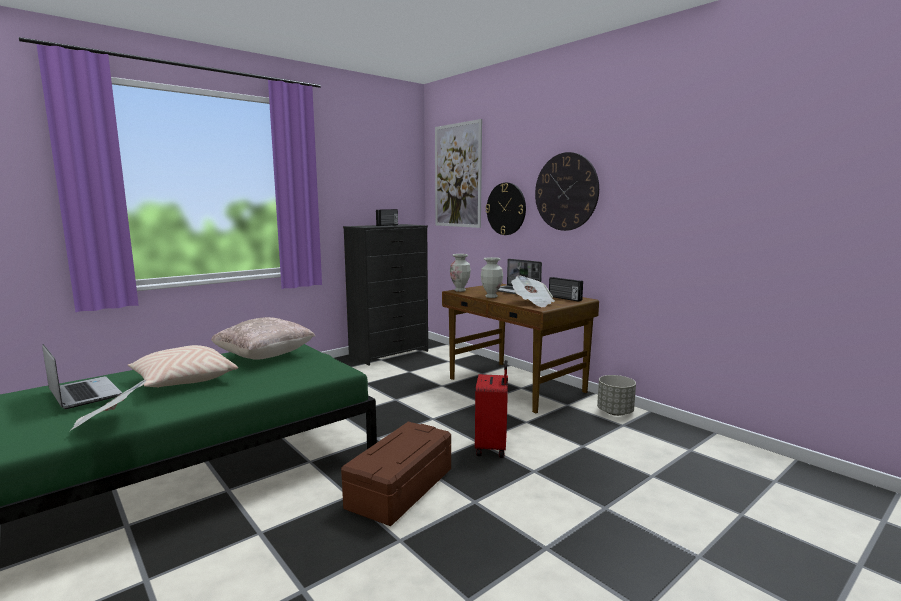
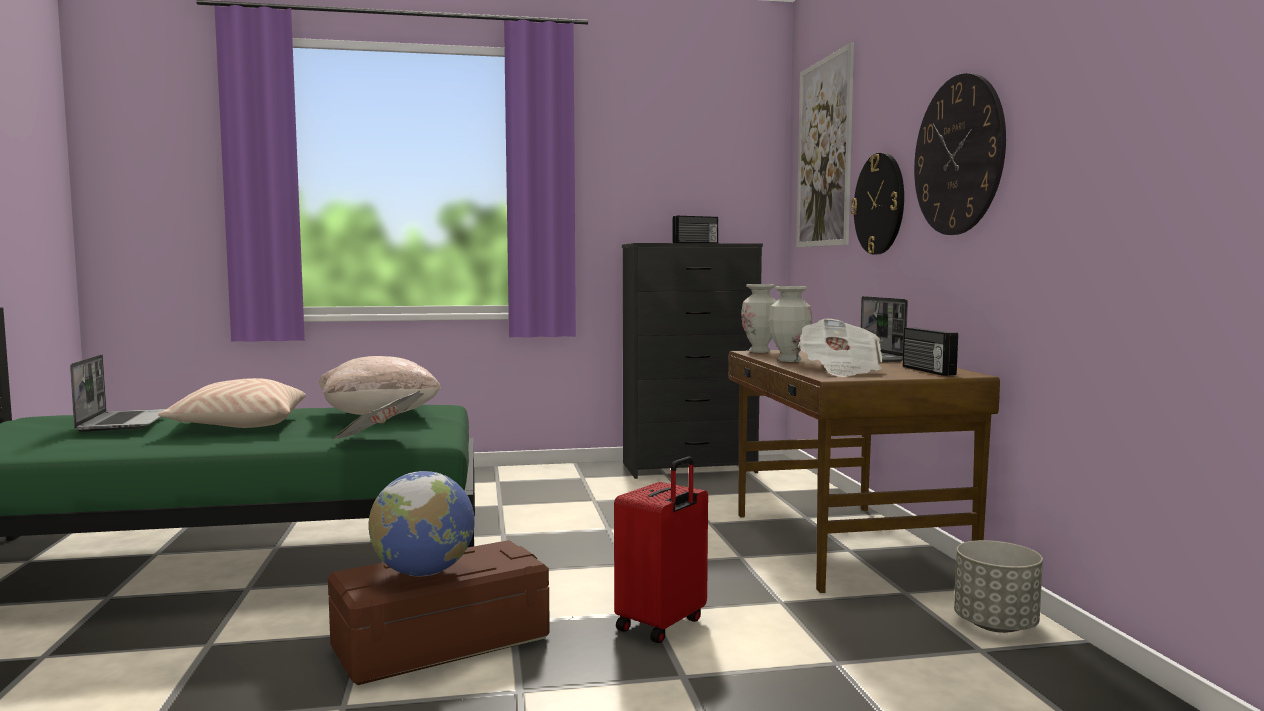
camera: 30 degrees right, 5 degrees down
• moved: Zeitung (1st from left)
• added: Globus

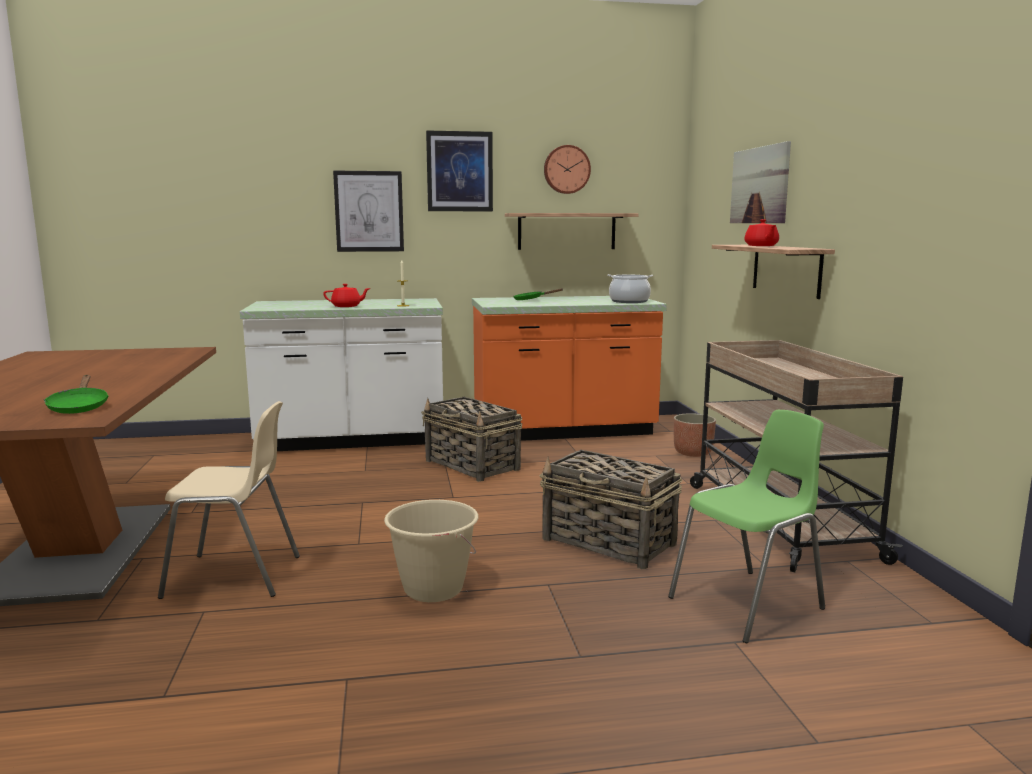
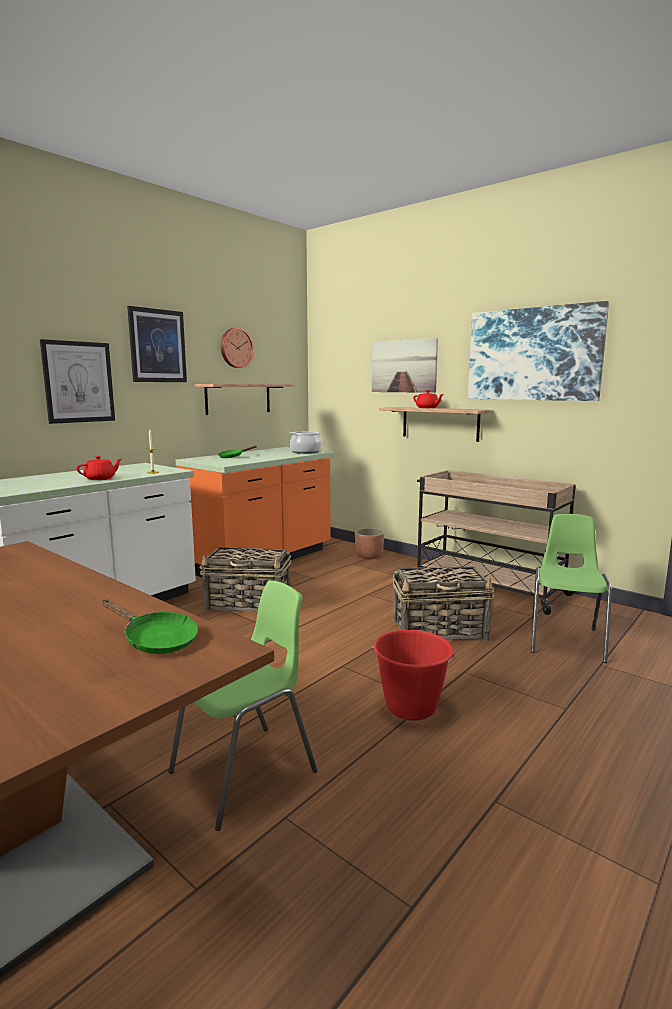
camera: 40 degrees left, 0 degrees up
• recoloured: Stuhl/beige to Stuhl/grün (1st from left)
• recoloured: Eimer/beige to Eimer/rot
• added: Bild (4th from left)

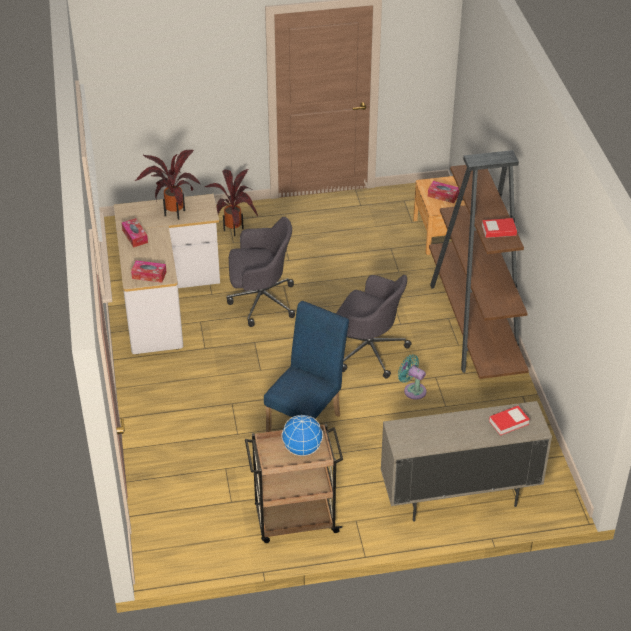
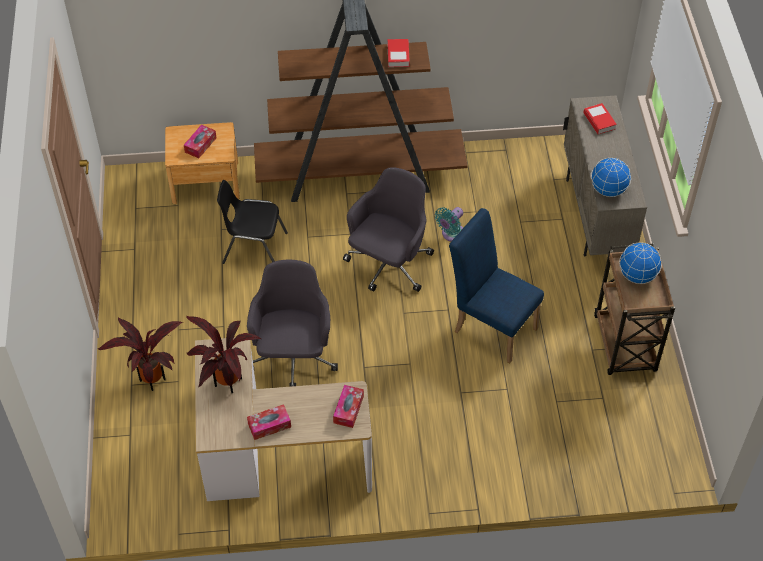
camera: 85 degrees left, 10 degrees up
• added: Stuhl/schwarz
• added: Globus (1st from left)

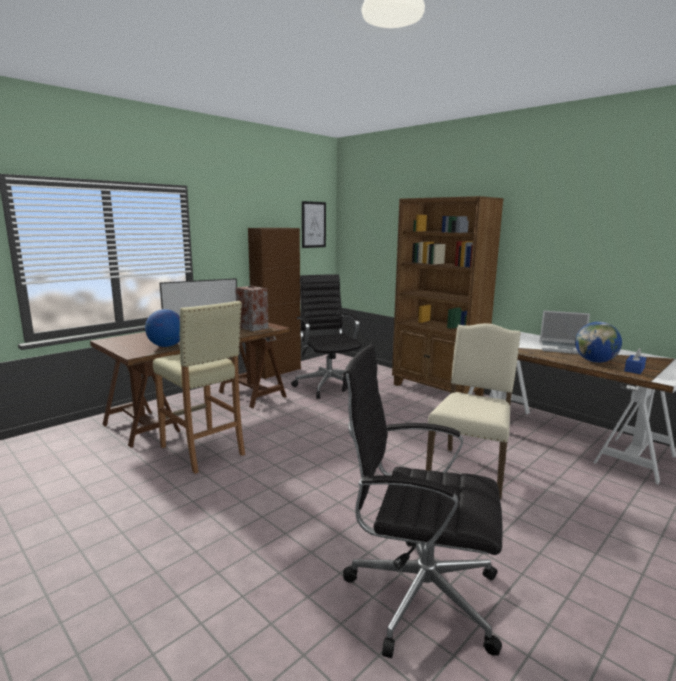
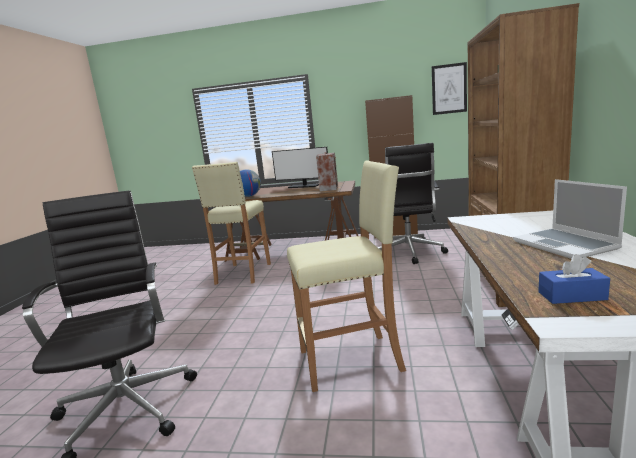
camera: 55 degrees right, 0 degrees up
• replaced: Stuhl/beige to Hocker/beige (2nd from left)
• turned: Bürostuhl/schwarz (1st from left in the first image) 150 degrees clockwise
• removed: Globus (2nd from left)

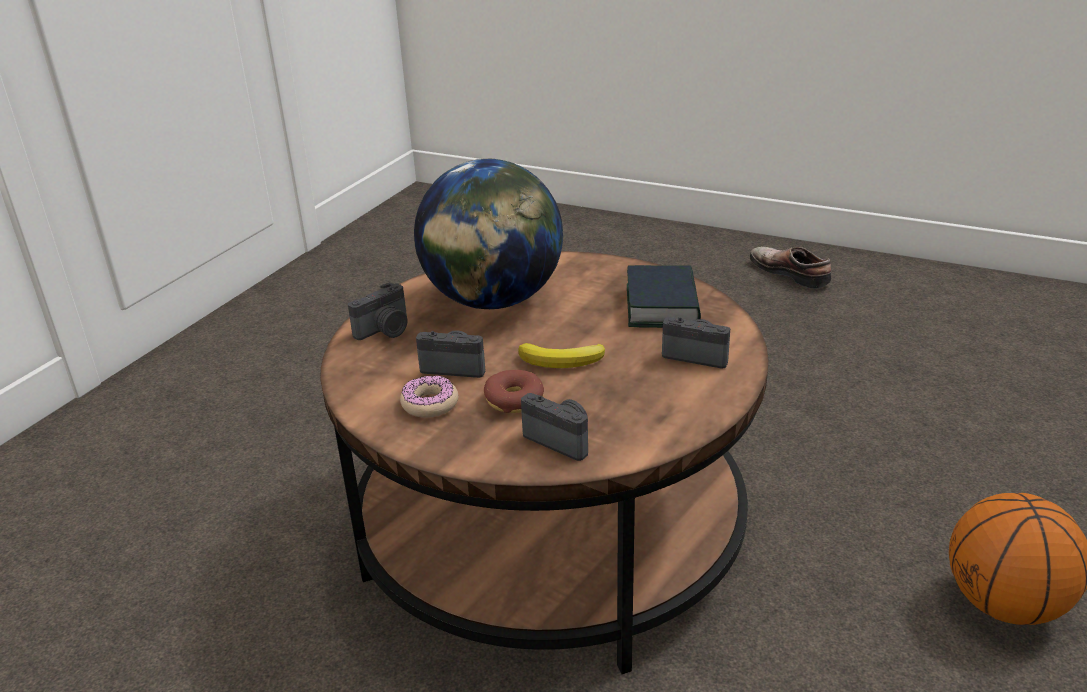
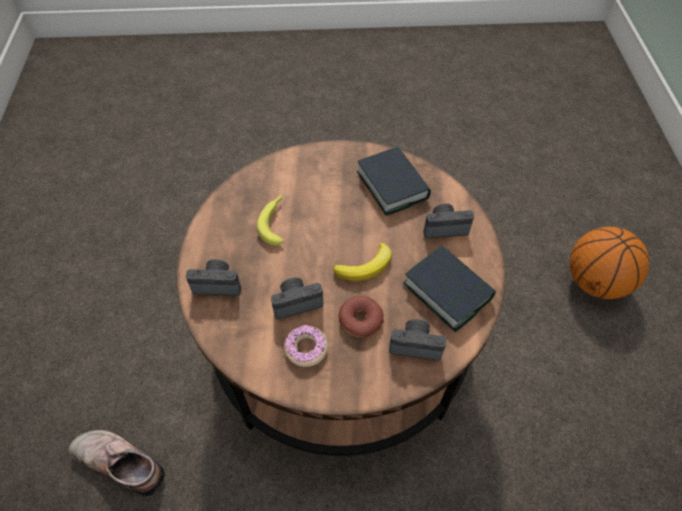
camera: 30 degrees left, 25 degrees up
• moved: Schuh
• turned: Kamera (1st from left) 105 degrees counterclockwise
• replaced: Globus to Banane (1st from left)
• added: Buch (2nd from left)

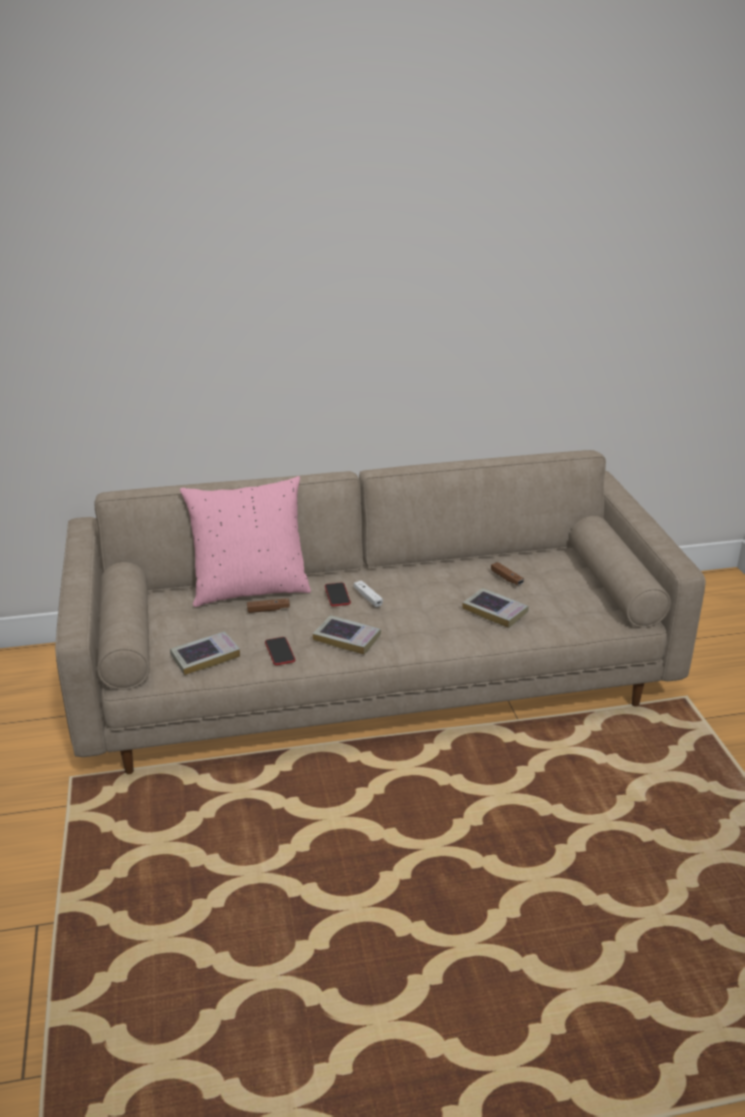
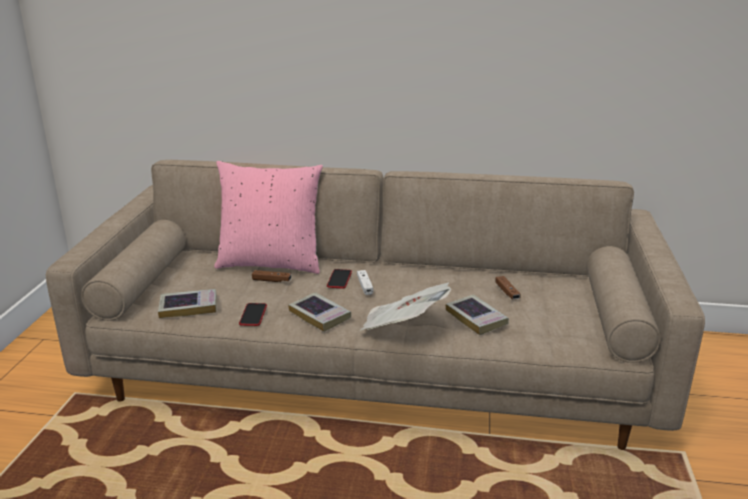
camera: 20 degrees right, 5 degrees down
• added: Zeitung

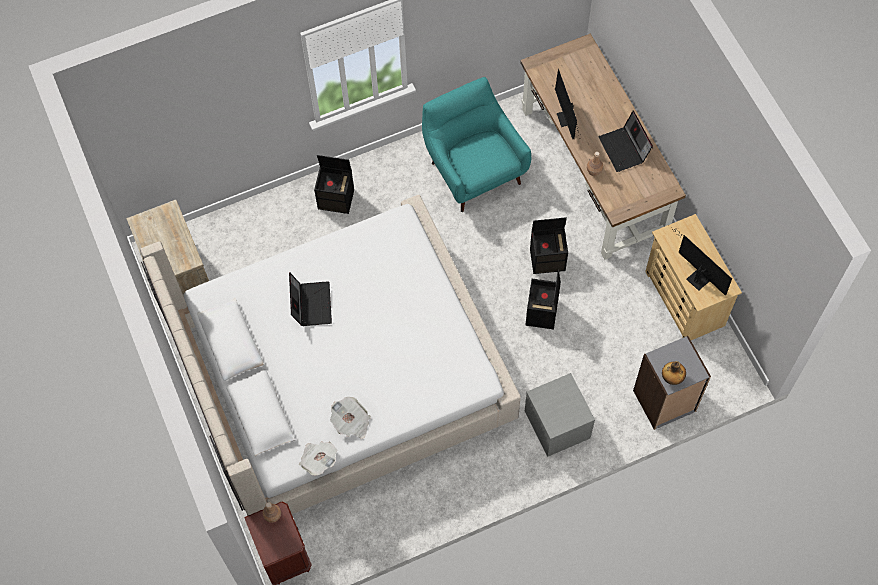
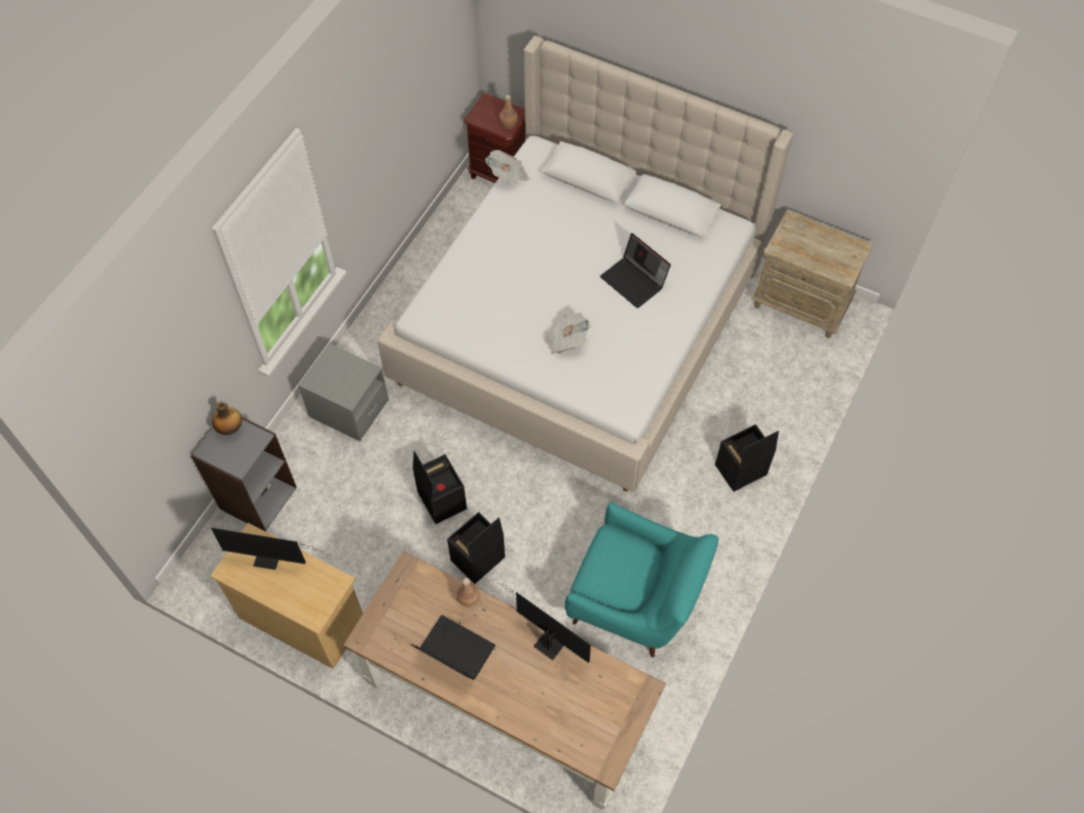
camera: 140 degrees right, 5 degrees down
• moved: Zeitung (2nd from left)

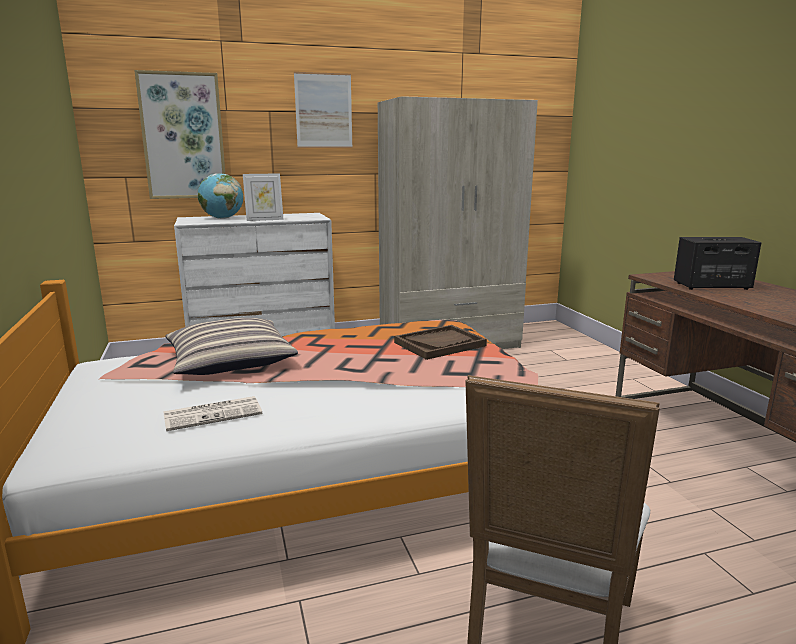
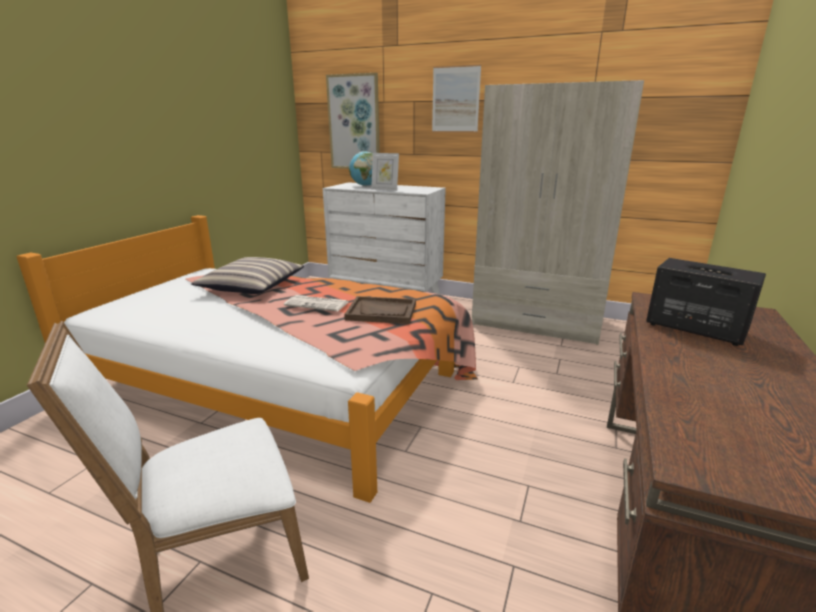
camera: 40 degrees right, 5 degrees up
• moved: Zeitung

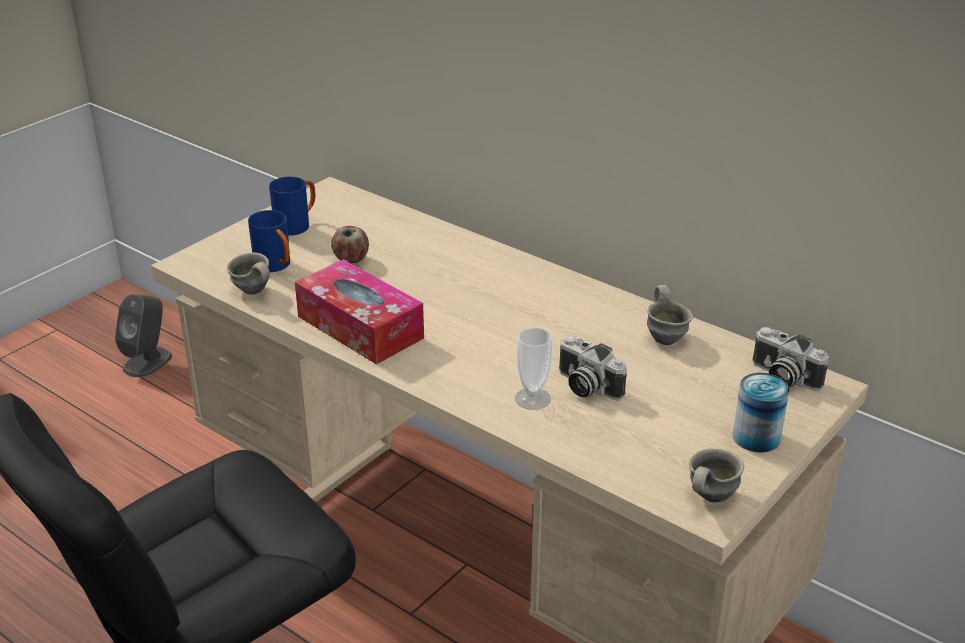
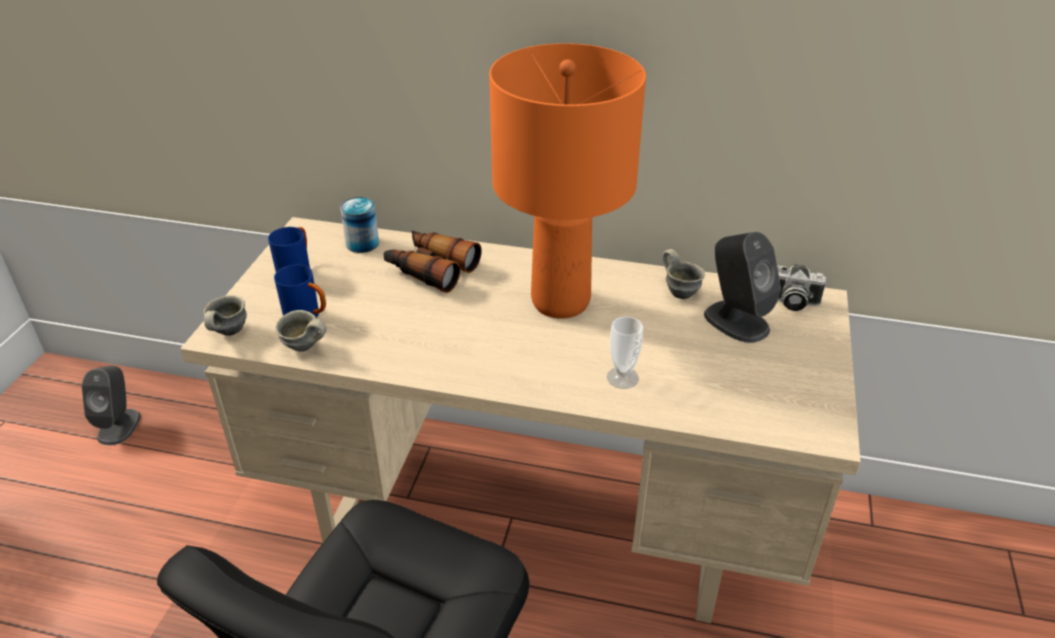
camera: 25 degrees left, 5 degrees up
• moved: Henkelbecher/grau (3rd from left in the first image) to Henkelbecher/grau (1st from left)
• moved: Dose
• added: Fernglas
• added: Tischlampe/orange
• added: Lautsprecher/grau (2nd from left)
• removed: Taschentuchbox
• removed: Apfel
• removed: Kamera (1st from left)

